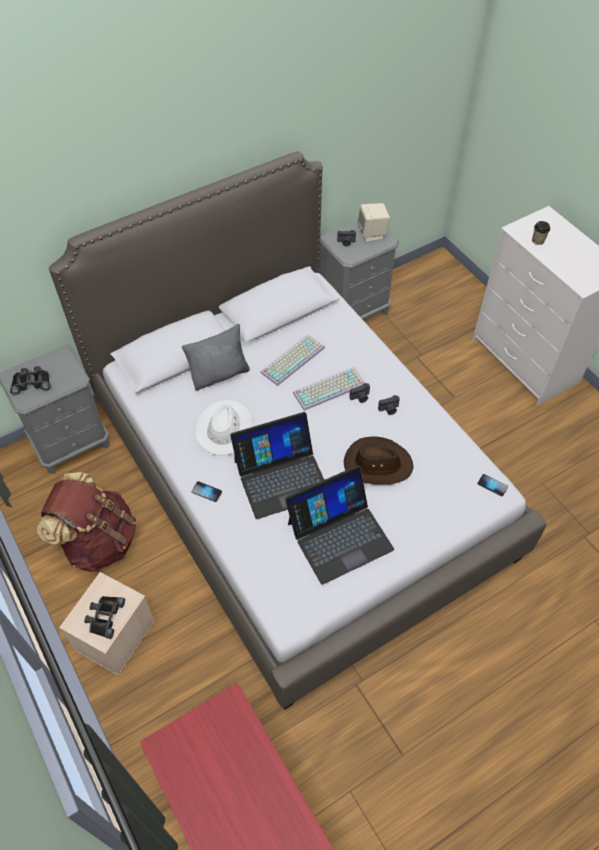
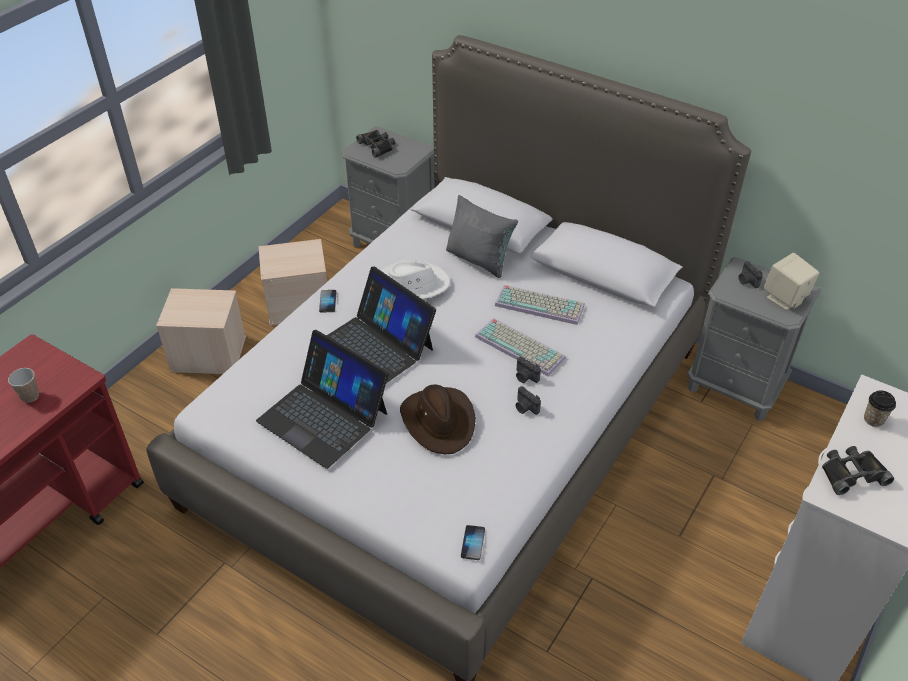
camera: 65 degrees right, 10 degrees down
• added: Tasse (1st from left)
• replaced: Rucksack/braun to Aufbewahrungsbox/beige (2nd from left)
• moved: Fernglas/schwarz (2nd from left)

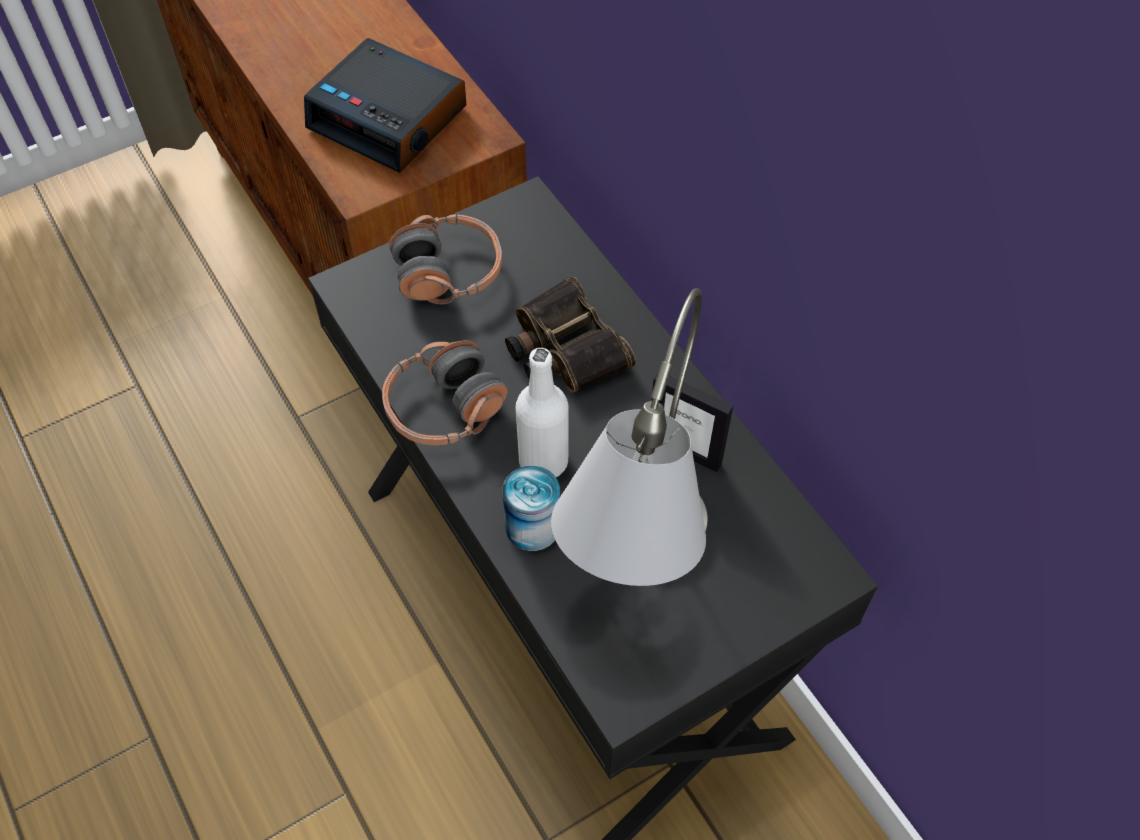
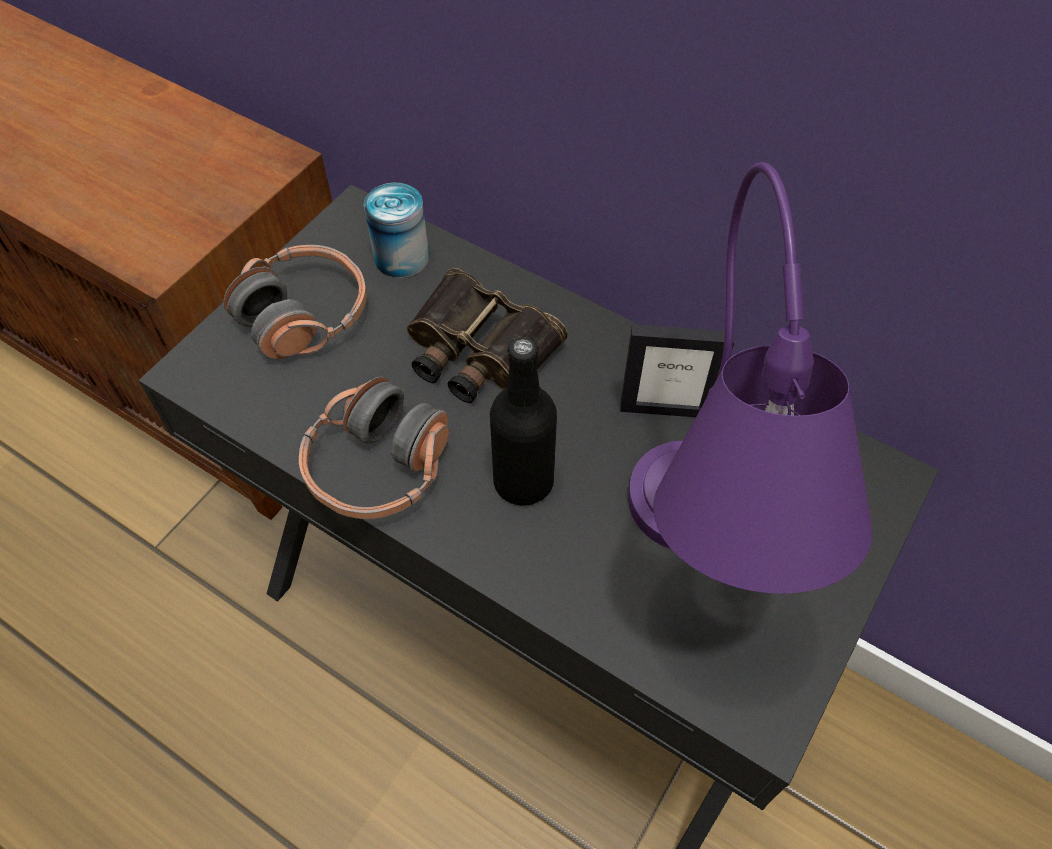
camera: 25 degrees left, 0 degrees up
• moved: Dose
• recoloured: Flasche/weiß to Flasche/schwarz
• recoloured: Tischlampe/grau to Tischlampe/lila
• removed: Wecker

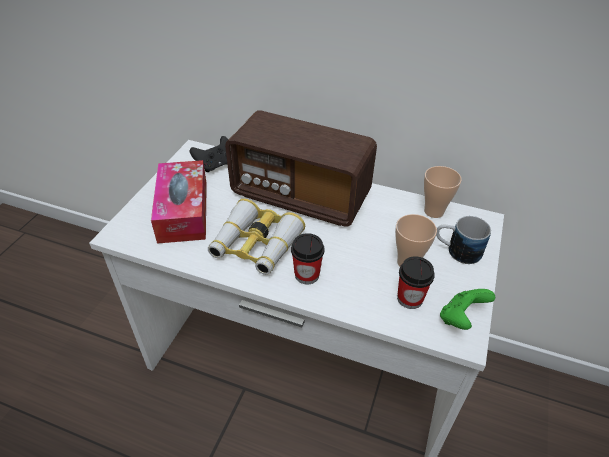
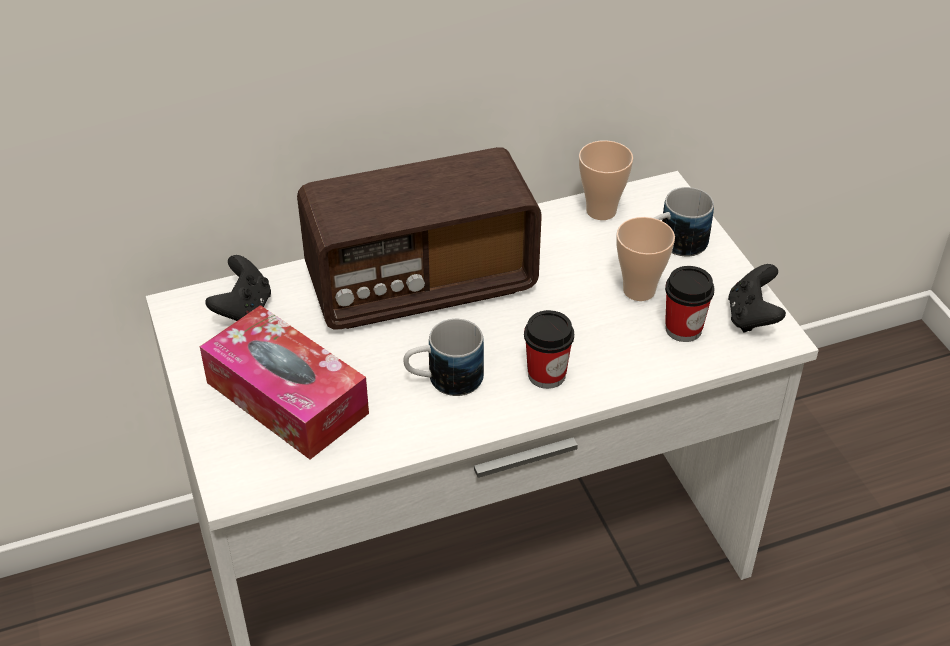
camera: 40 degrees left, 0 degrees up
• replaced: Fernglas to Henkelbecher (1st from left)
• recoloured: Gamepad/grün to Gamepad/schwarz (2nd from left)

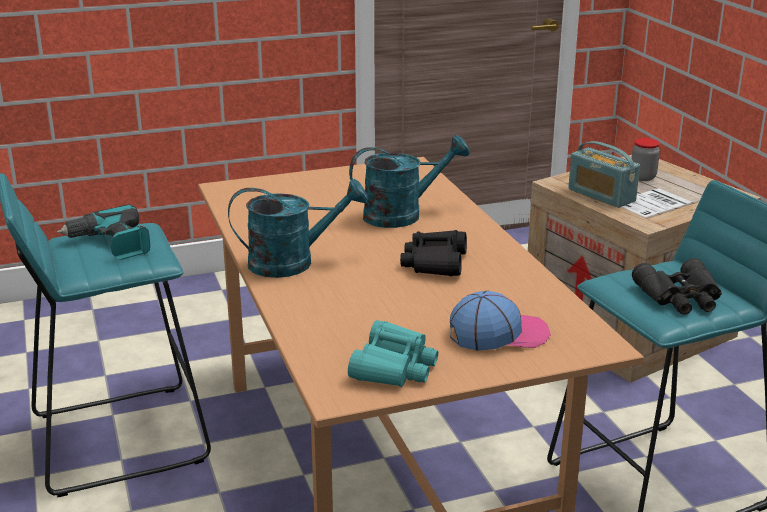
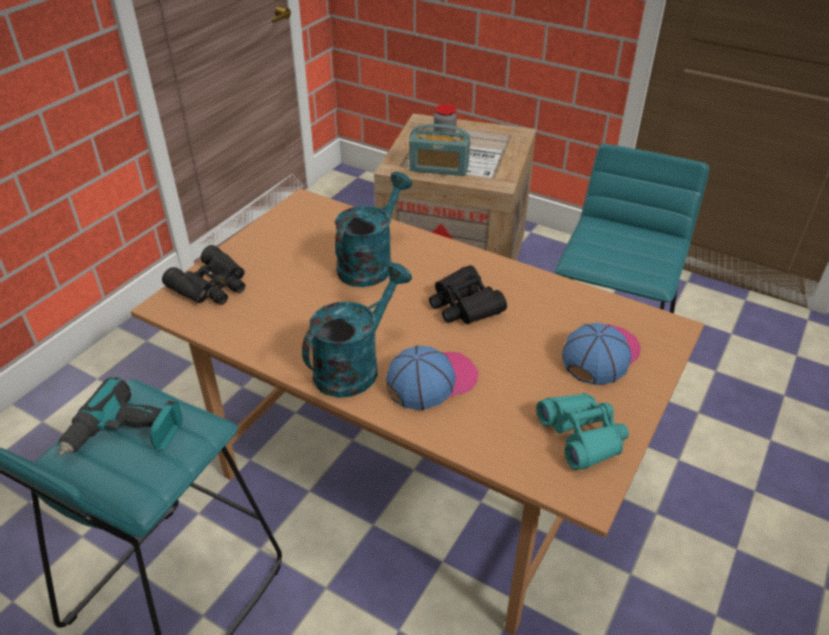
camera: 40 degrees left, 15 degrees up
• moved: Fernglas/schwarz (2nd from left in the first image) to Fernglas/schwarz (1st from left)
• added: Kappe (1st from left)

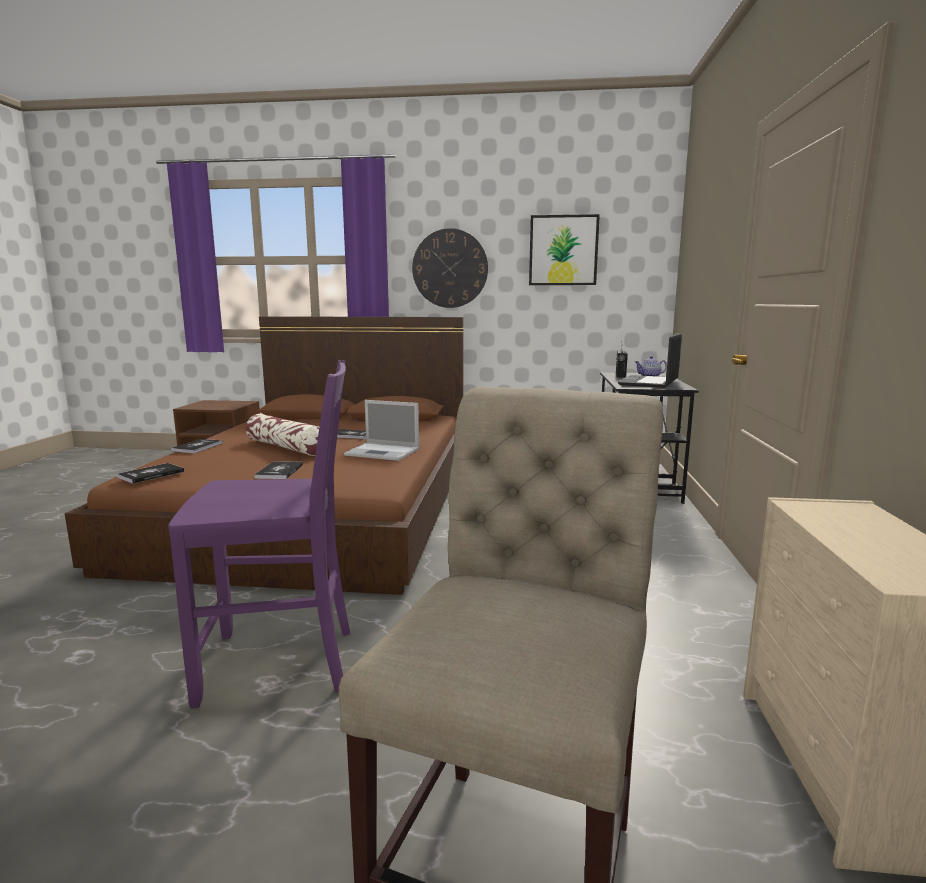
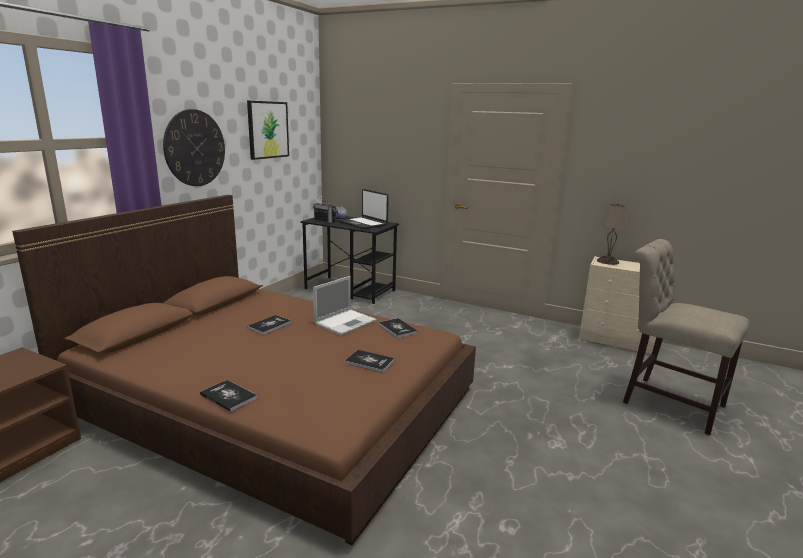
camera: 70 degrees left, 5 degrees up
• moved: Buch (1st from left in the first image) to Buch (4th from left)
• added: Tischlampe/beige
• removed: Stuhl/lila
• removed: Kissen

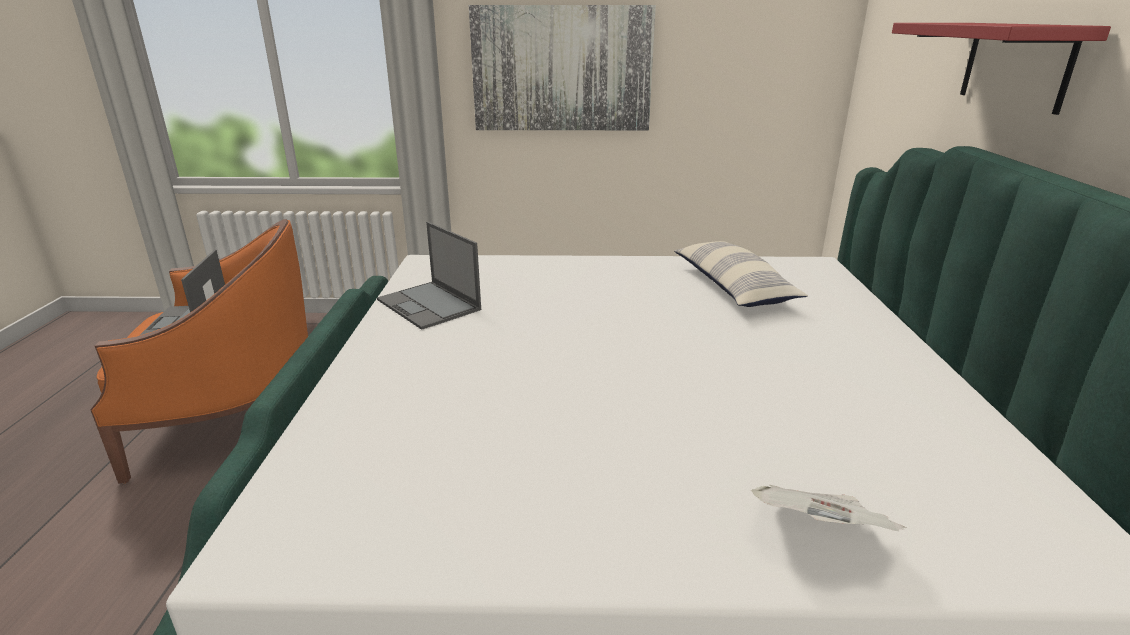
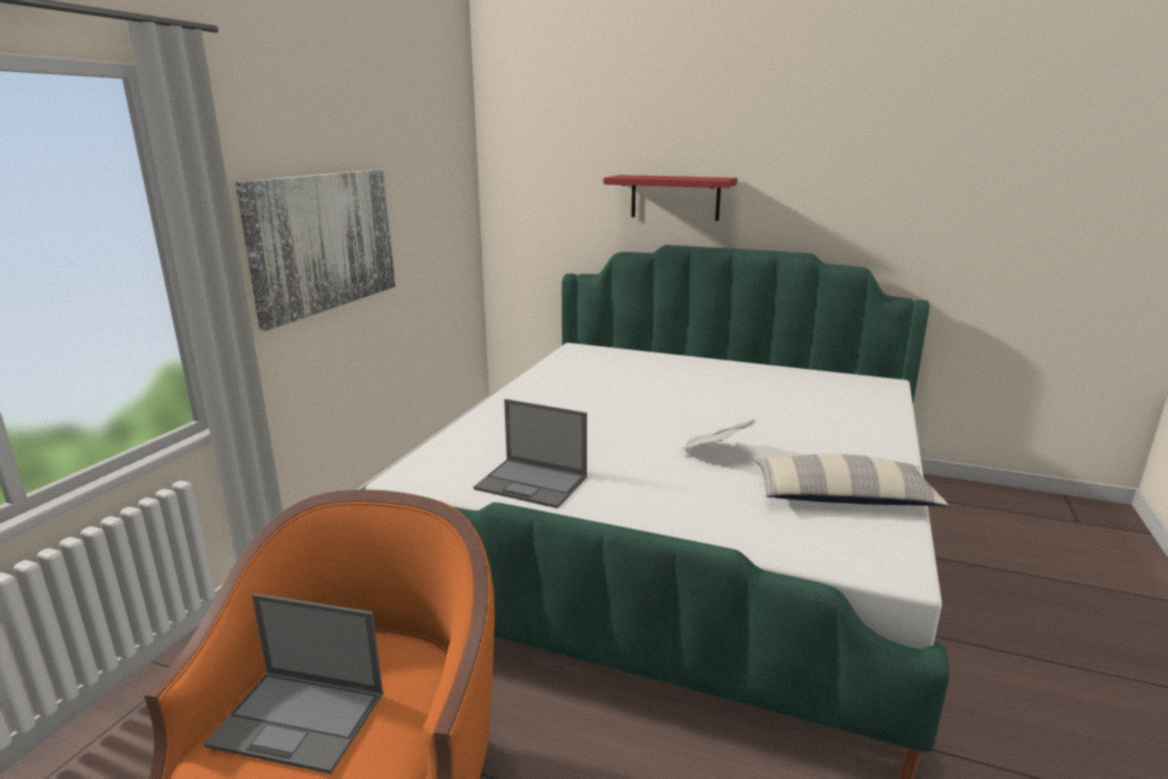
camera: 70 degrees left, 5 degrees down
• turned: Laptop (2nd from left) 45 degrees clockwise
• moved: Zeitung
• moved: Kissen

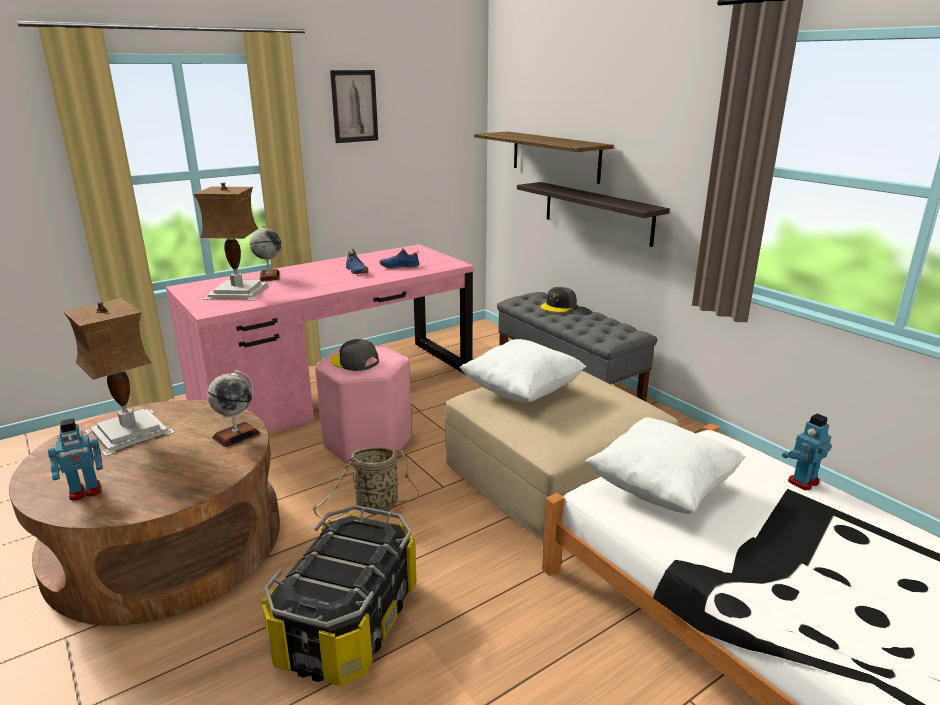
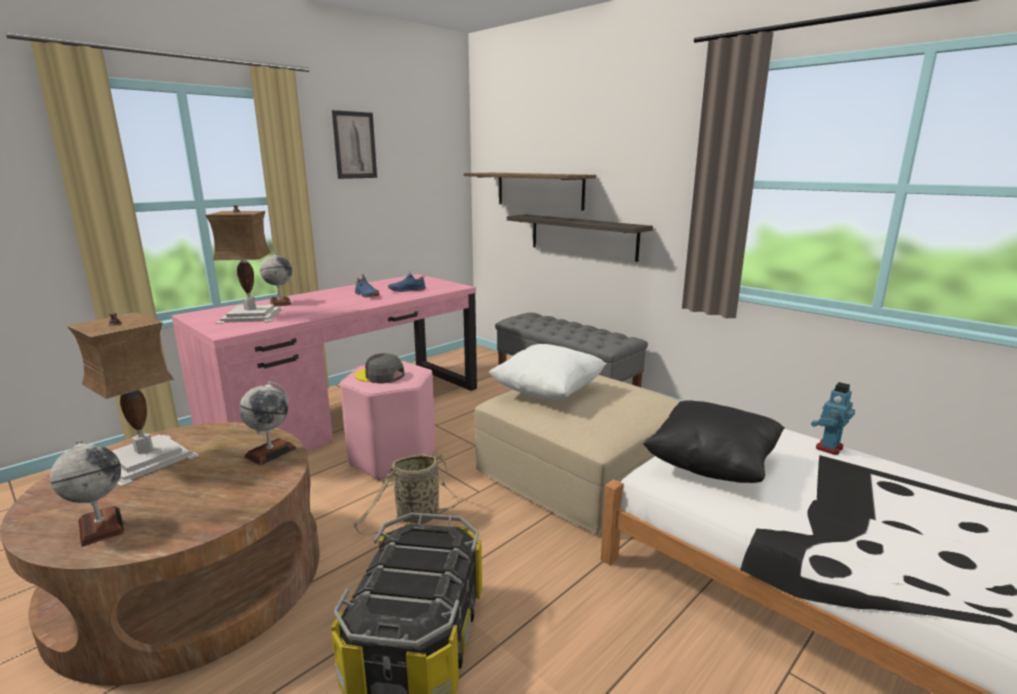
camera: 10 degrees left, 5 degrees down
• replaced: Spielzeugroboter (1st from left) to Globus (1st from left)
• recoloured: Kissen/weiß (2nd from left) to Kissen/schwarz
• removed: Kappe/grau (2nd from left)

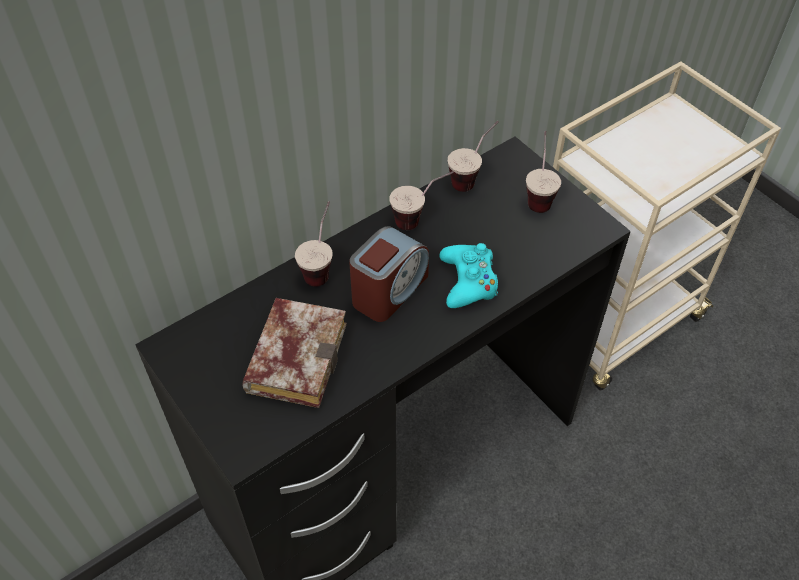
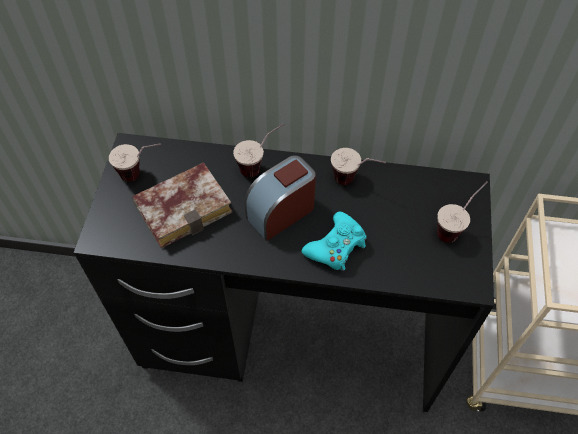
camera: 45 degrees right, 5 degrees up
• moved: Tasse (3rd from left in the first image) to Tasse (1st from left)
• turned: Wecker 150 degrees clockwise

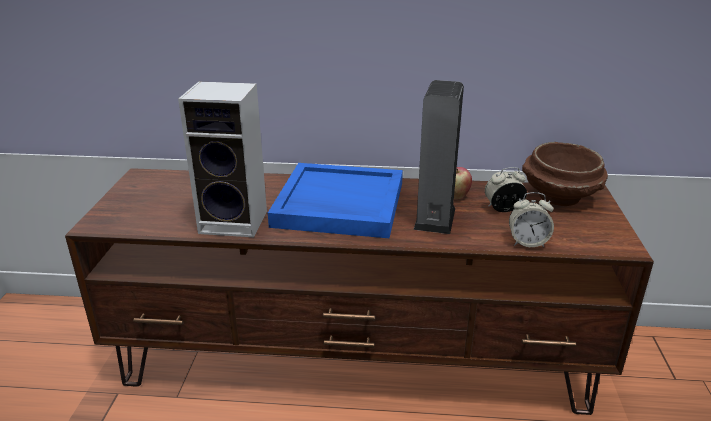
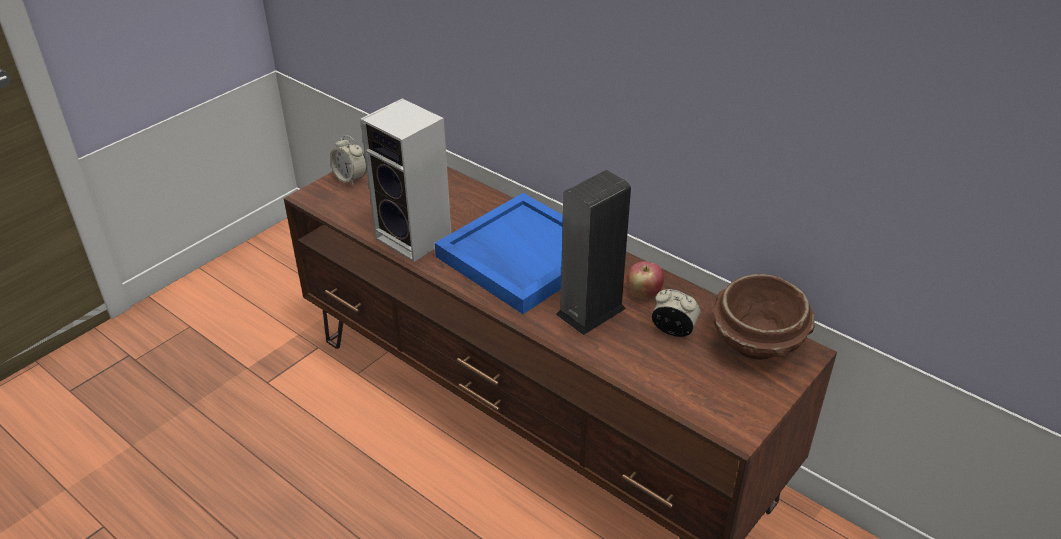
camera: 35 degrees right, 10 degrees up
• moved: Wecker (2nd from left in the first image) to Wecker (1st from left)

